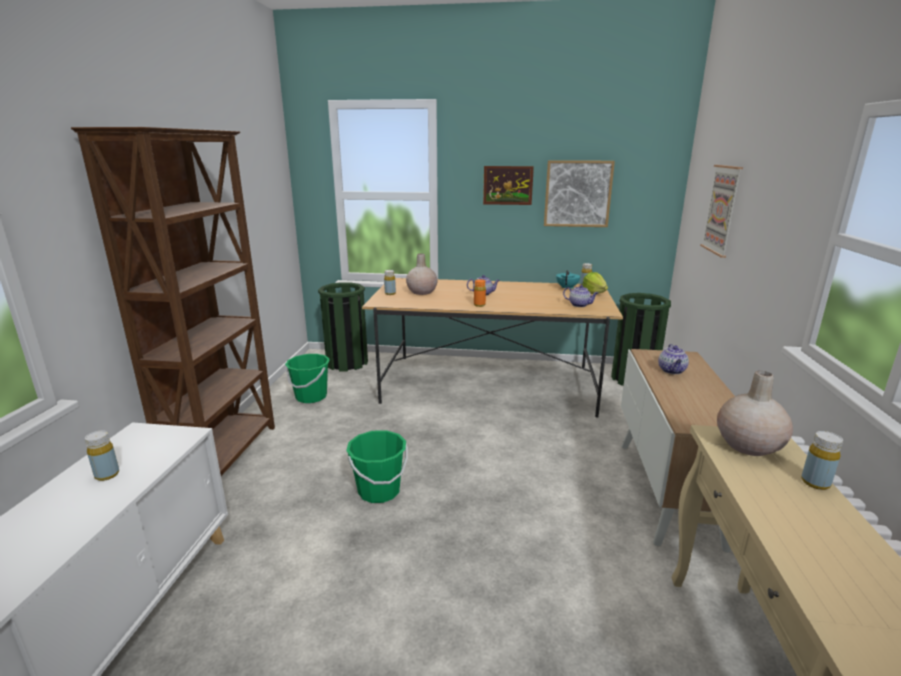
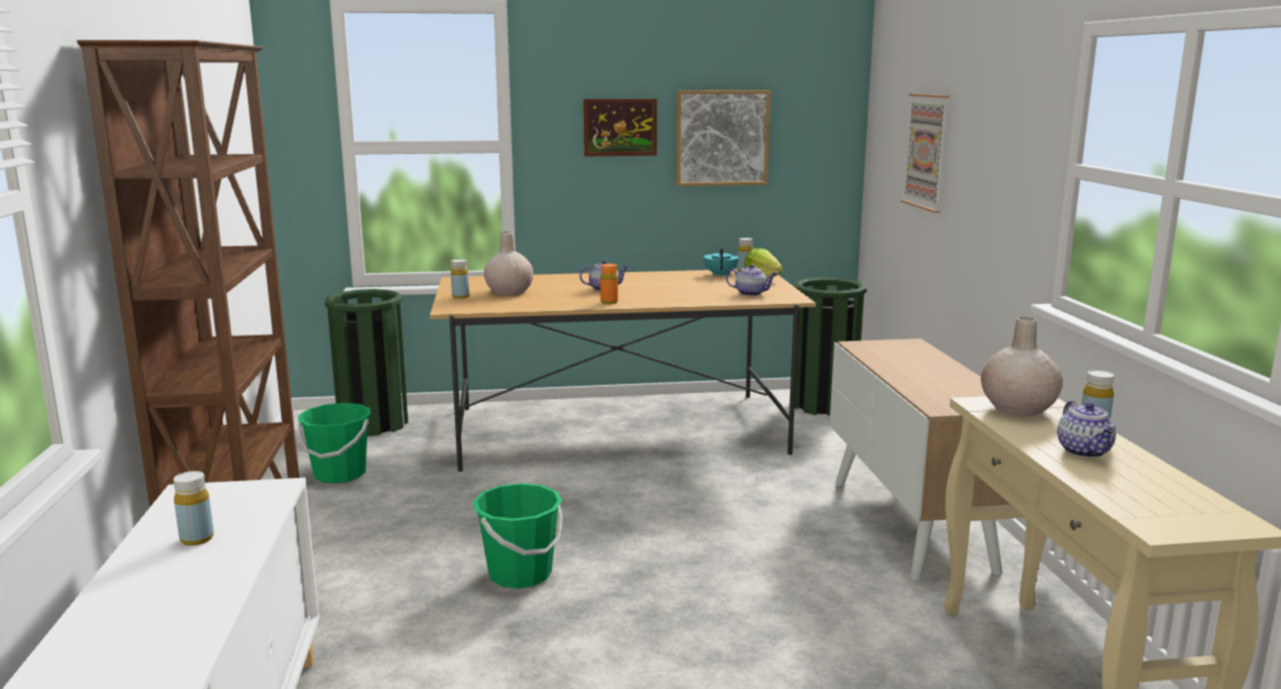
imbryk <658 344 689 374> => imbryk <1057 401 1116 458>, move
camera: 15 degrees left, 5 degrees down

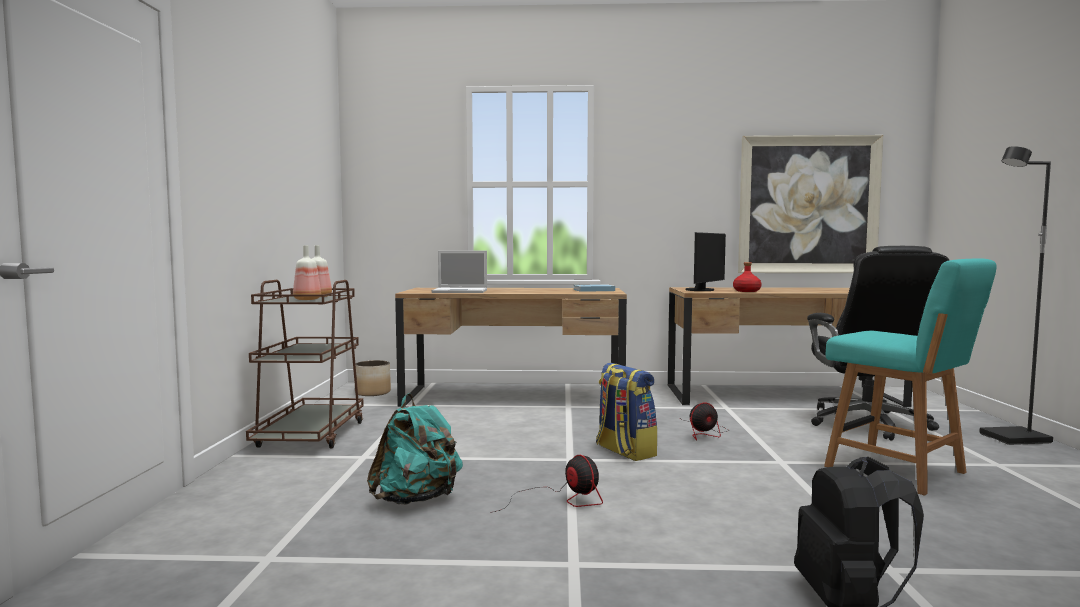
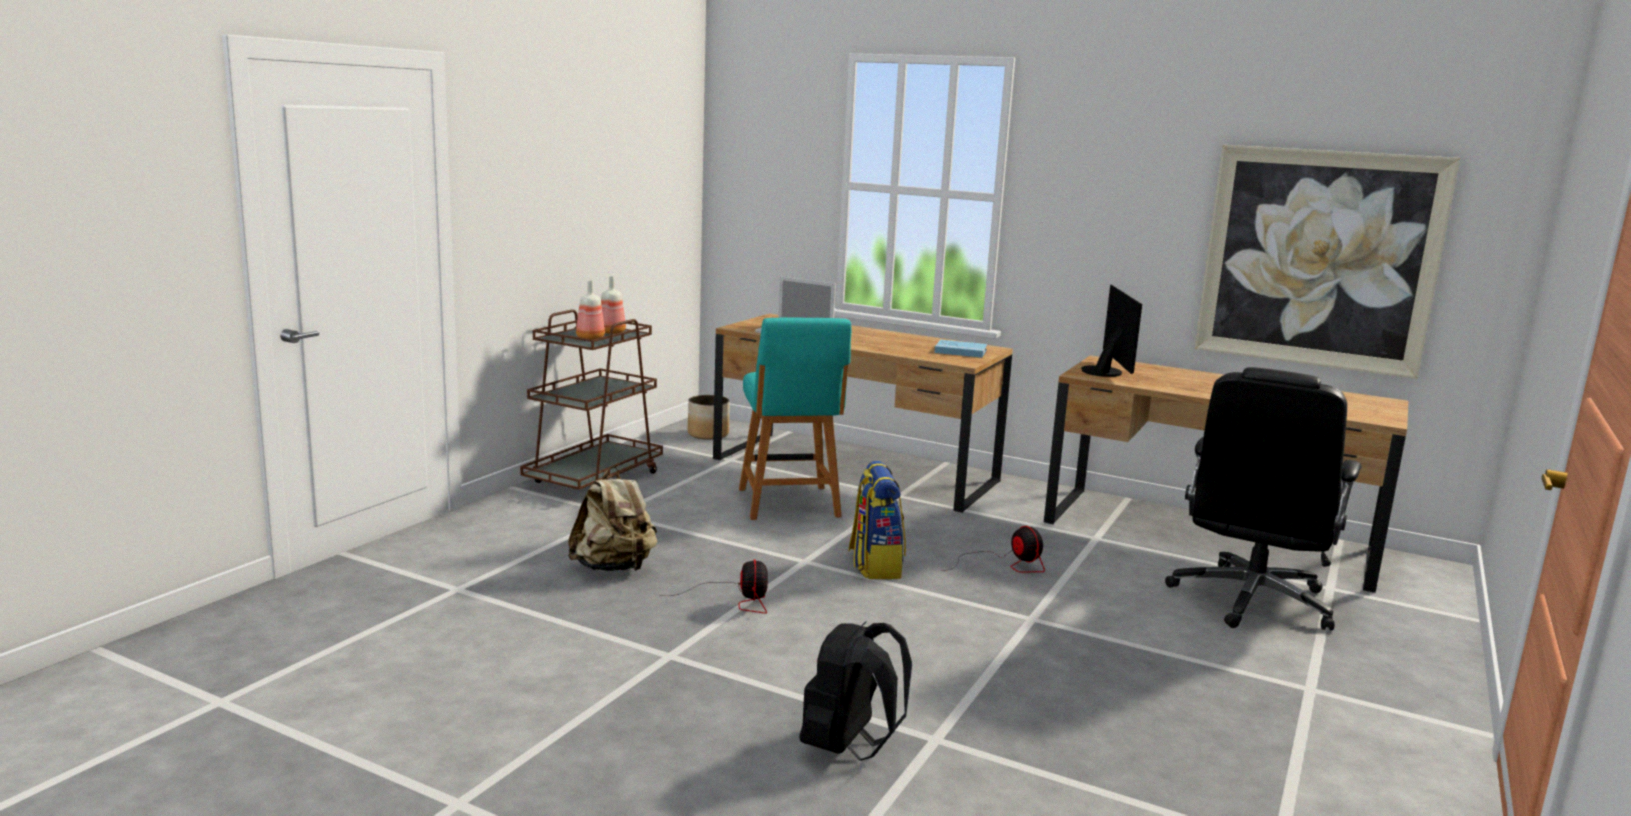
plecak [turkusowy] <367 393 463 505> => plecak [beżowy] <568 466 657 571>
krzesło [turkusowy] <824 258 997 495> => krzesło [turkusowy] <739 318 851 520>, move
wentylator <682 403 727 440> => wentylator <943 526 1045 573>, 120 degrees counterclockwise
monitor <685 232 726 291> => monitor <1081 284 1142 377>, 60 degrees counterclockwise
butelka [czerwony] <733 262 762 292> => nothing
lampa stojąca [czarny] <979 146 1053 445> => nothing
camera: 25 degrees right, 10 degrees up

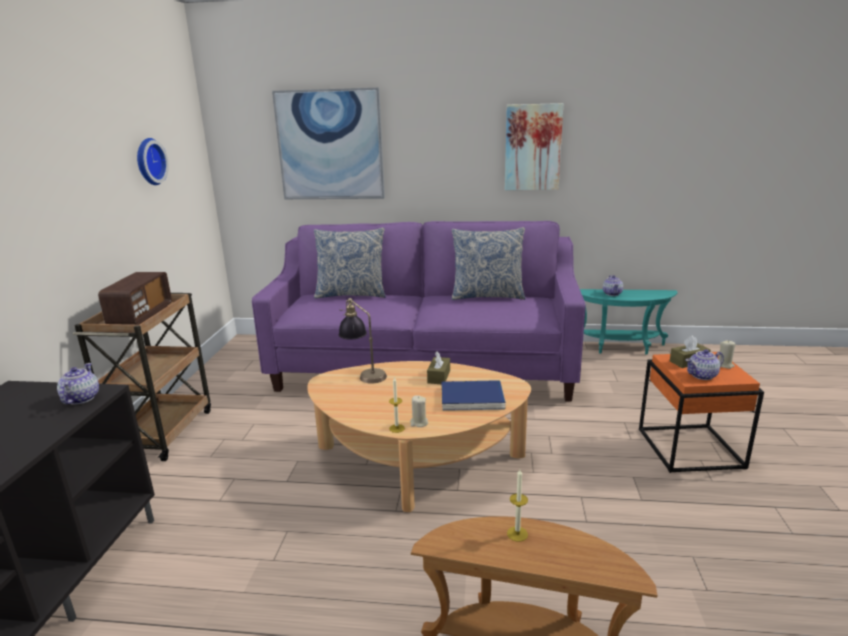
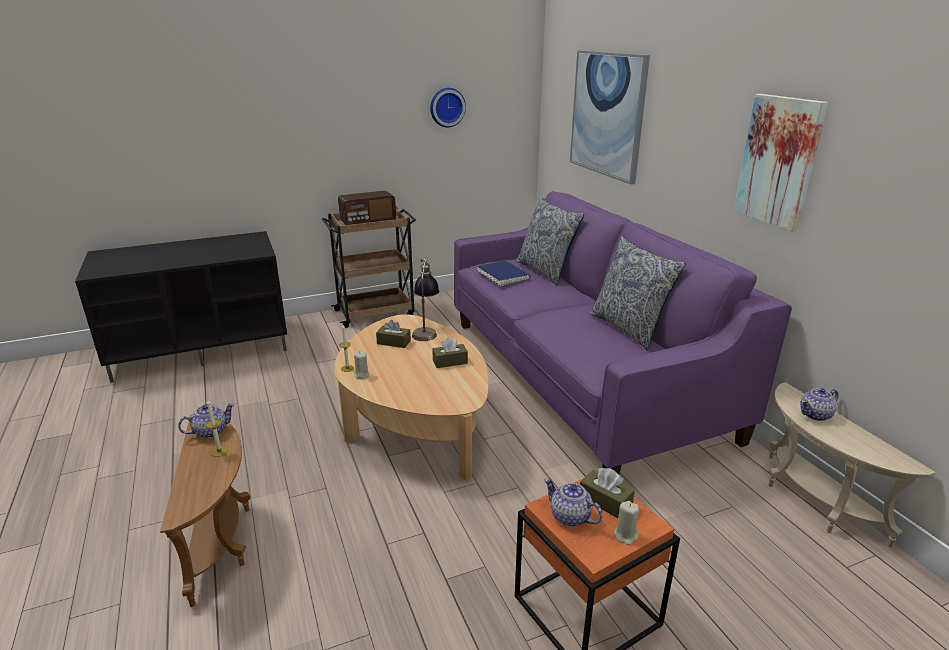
imbryk <57 363 99 404> => imbryk <178 403 235 438>, move
nothing => pudełko chusteczek [brązowy] <376 320 411 348>
książka [niebieski] <441 380 506 411> => książka [niebieski] <477 260 531 286>, move
stolik [turkusowy] <580 289 678 355> => stolik [beżowy] <769 382 936 547>
camera: 60 degrees right, 5 degrees up

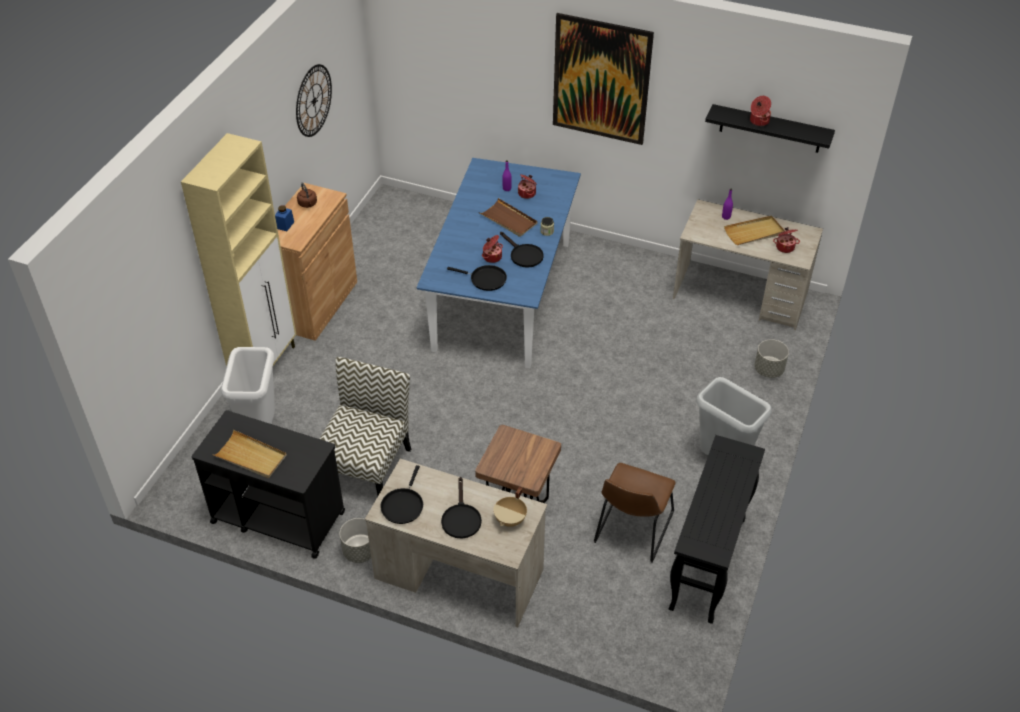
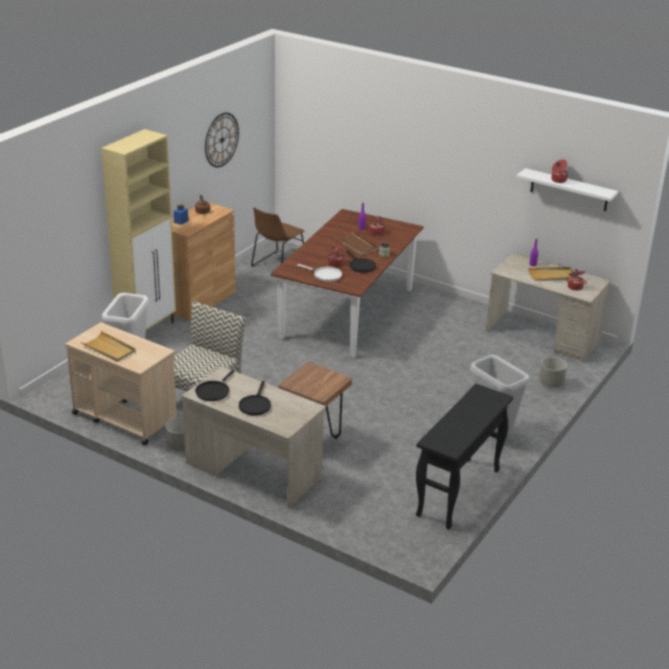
wózek [czarny] <191 410 345 559> => wózek [beżowy] <65 322 177 445>
krzesło [brązowy] <594 463 676 562> => krzesło [brązowy] <251 207 305 267>, move
stół jadalny [niebieski] <417 158 581 368> => stół jadalny [brązowy] <270 209 424 358>
patelnia [czarny] <447 265 507 291> => patelnia [biały] <297 264 342 282>
półka [czarny] <705 104 835 153> => półka [biały] <516 168 618 211>
garnek [beżowy] <493 487 527 527> => nothing
obraz <553 13 654 145> => nothing
camera: 10 degrees right, 15 degrees down

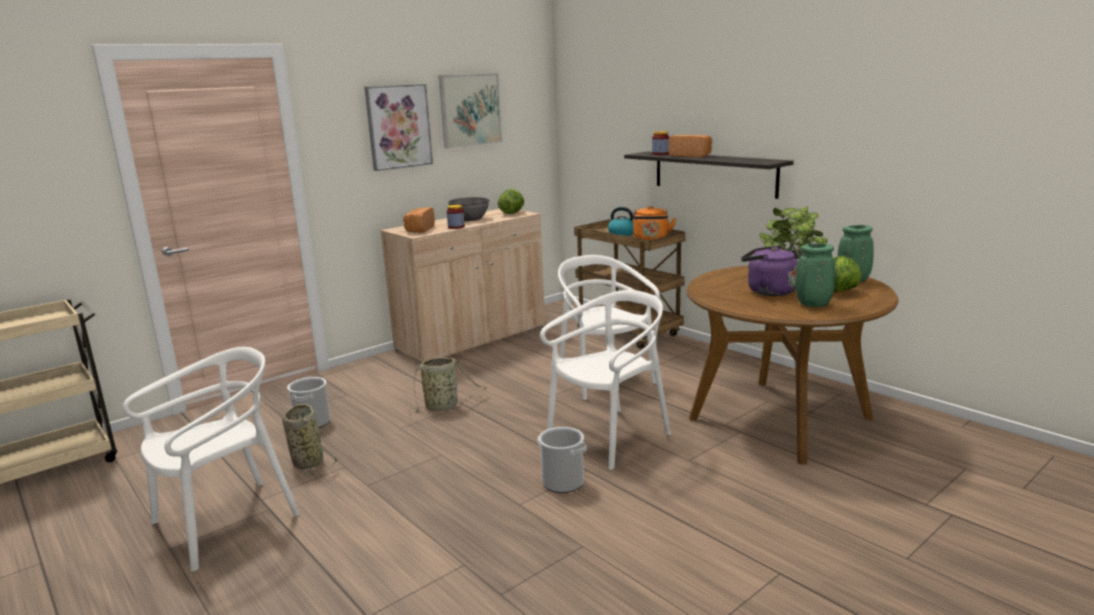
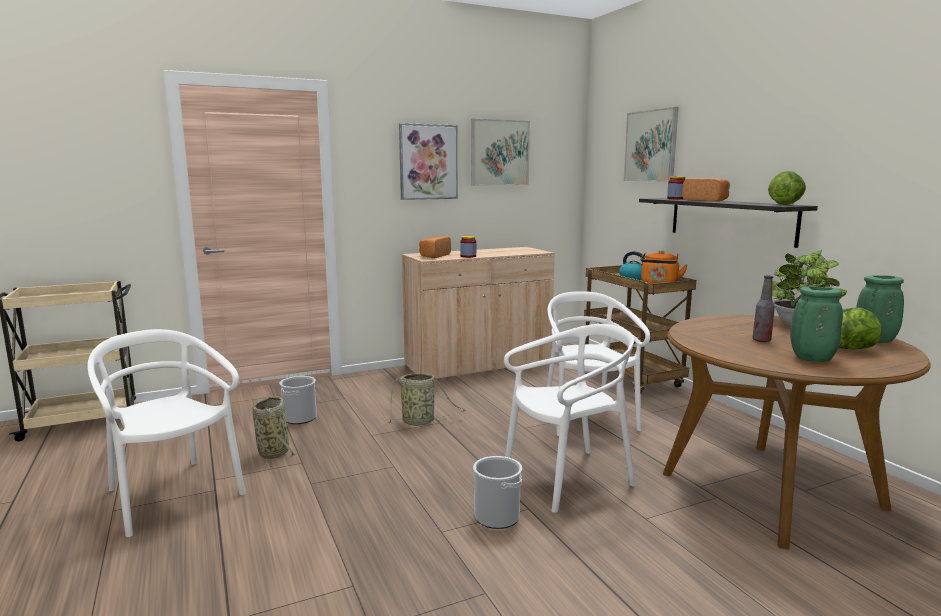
krzesło [biały] <123 347 300 572> => krzesło [biały] <87 329 246 537>, 105 degrees counterclockwise
nothing => obraz <623 107 678 182>
czajnik [fioletowy] <741 245 798 296> => butelka <753 276 775 342>
sałata <498 189 524 214> => sałata <768 171 806 205>, move
miska [szary] <448 197 489 221> => nothing
camera: 15 degrees right, 5 degrees down

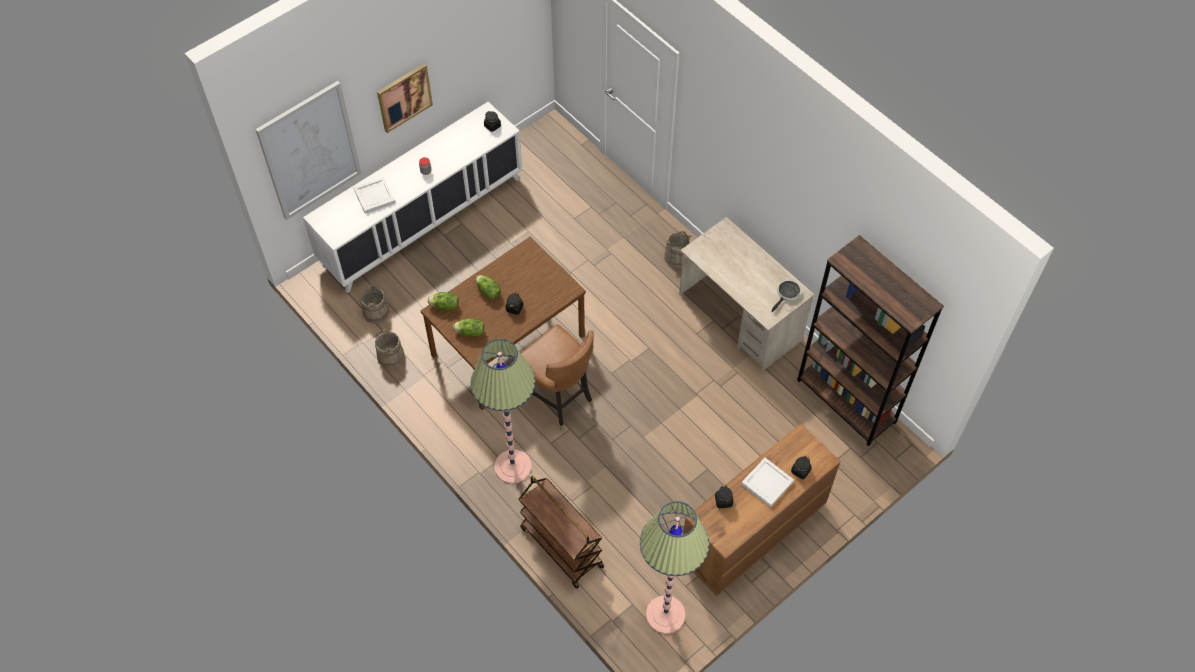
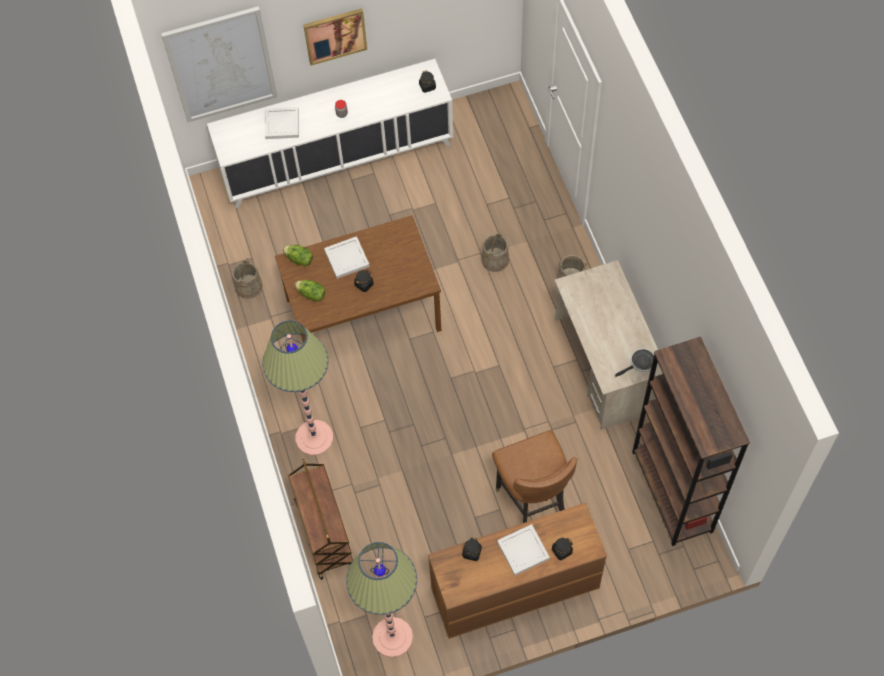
sałata <476 275 501 299> => taca [biały] <324 236 370 279>
wiadro [beżowy] <361 284 389 324> => wiadro [beżowy] <481 232 509 272>, move
krzesło [brązowy] <514 324 594 431> => krzesło [brązowy] <492 430 577 523>, move
camera: 25 degrees right, 5 degrees up

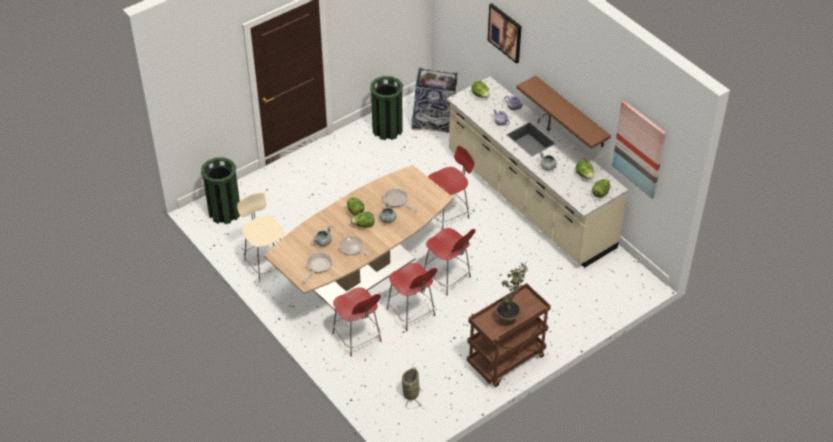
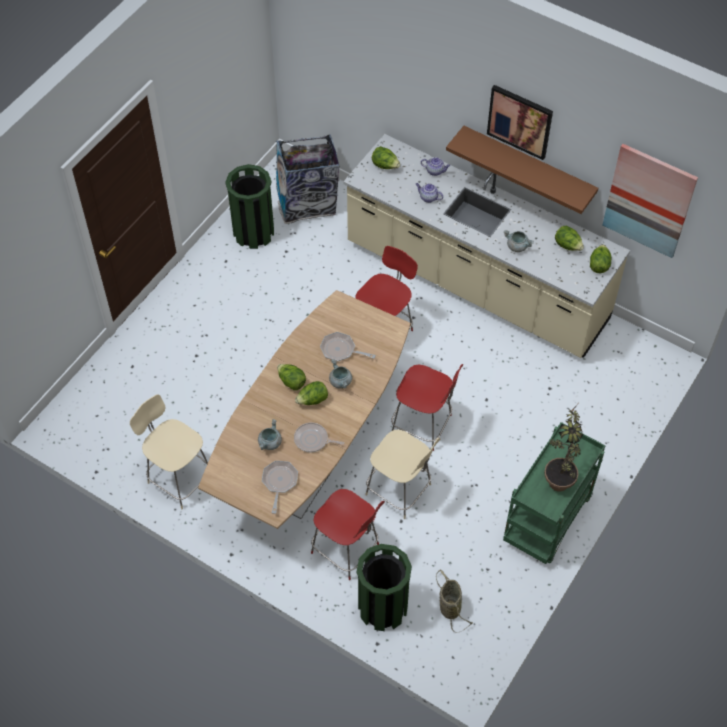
kosz na śmieci [zielony] <201 157 240 224> => kosz na śmieci [zielony] <357 544 412 631>, move
krzesło [czerwony] <387 263 437 331> => krzesło [beżowy] <365 430 441 519>
obraz <488 3 522 64> => obraz <487 85 553 160>, move
wózek [brązowy] <467 283 551 387> => wózek [zielony] <503 422 606 564>
camera: 20 degrees left, 10 degrees up

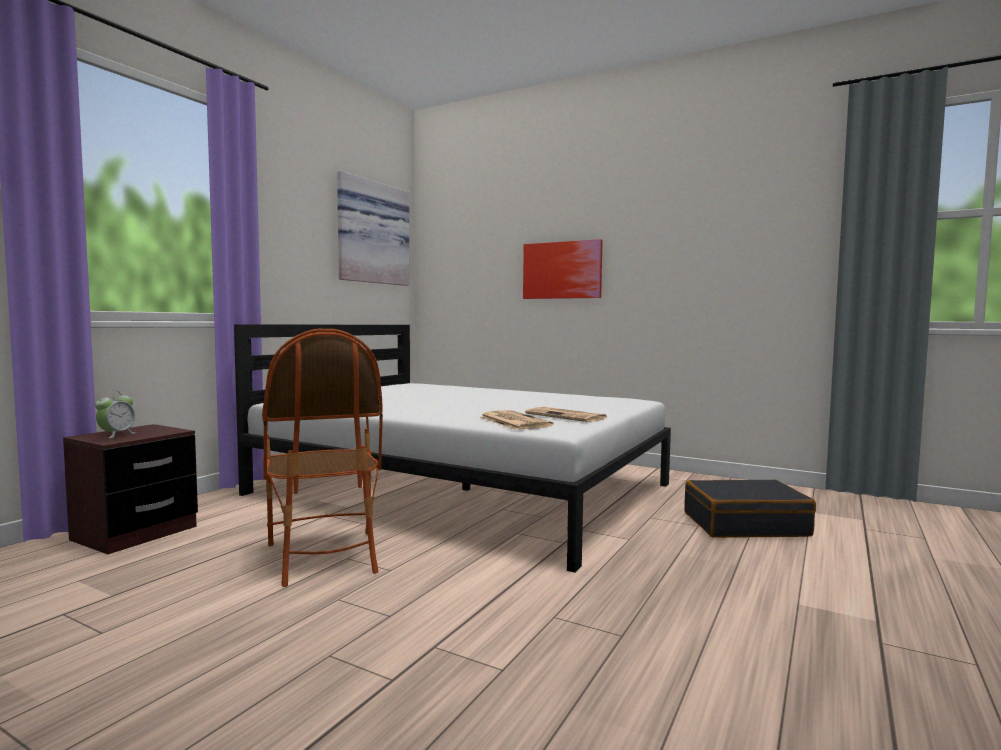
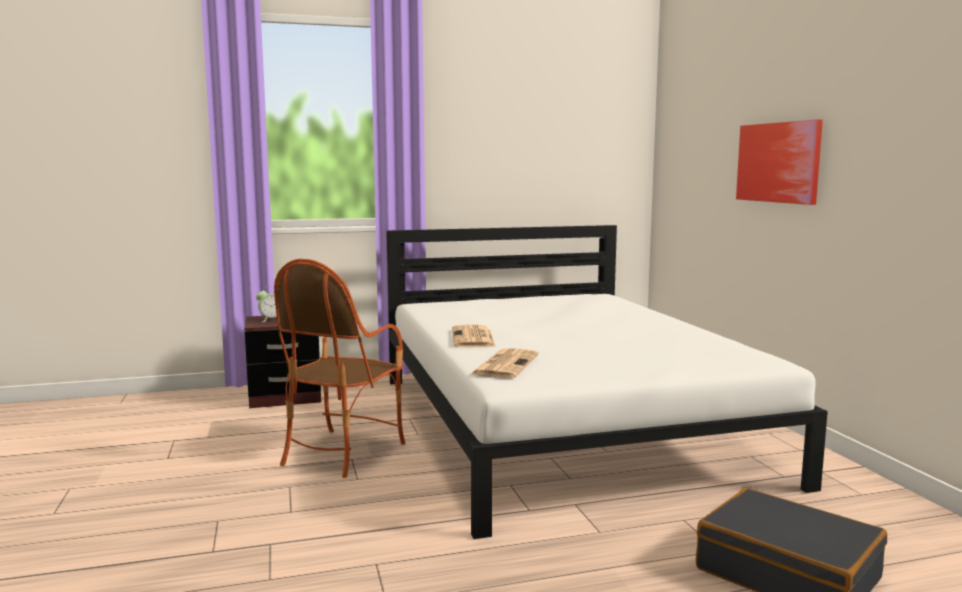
gazeta <525 407 607 422> => gazeta <452 325 496 347>, move
obraz <337 171 409 286> => nothing
camera: 45 degrees right, 5 degrees up

